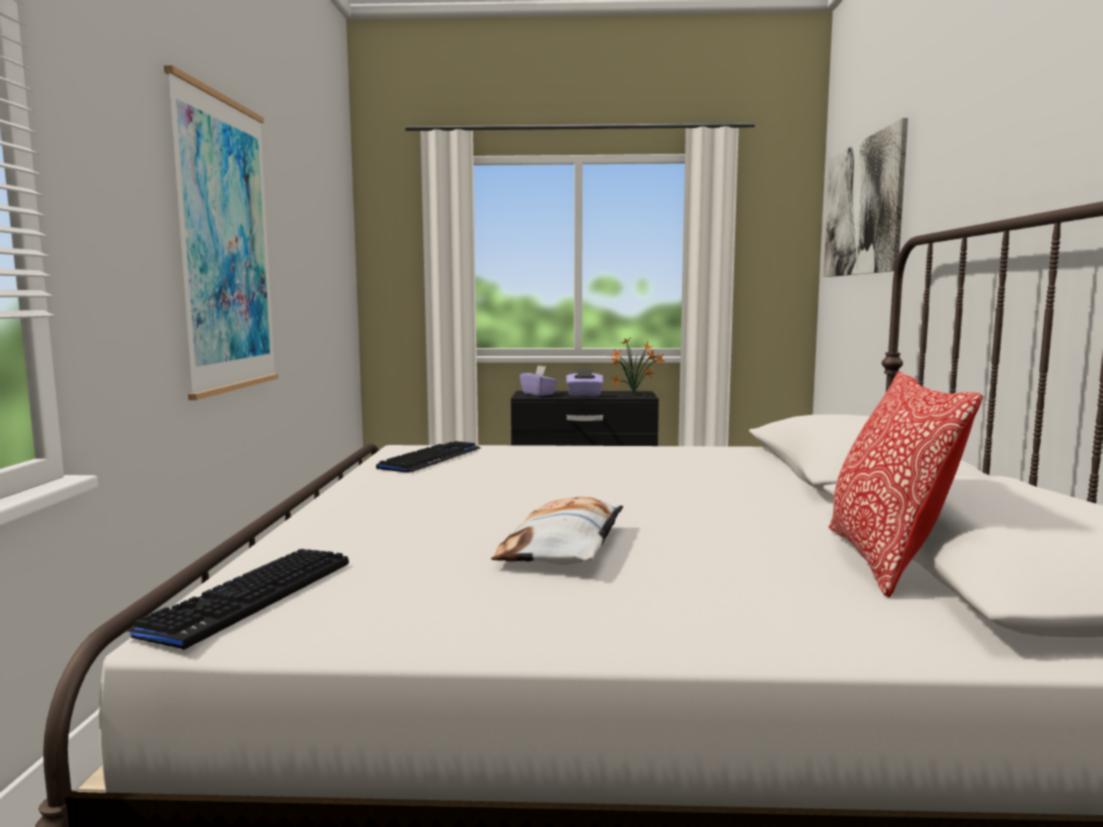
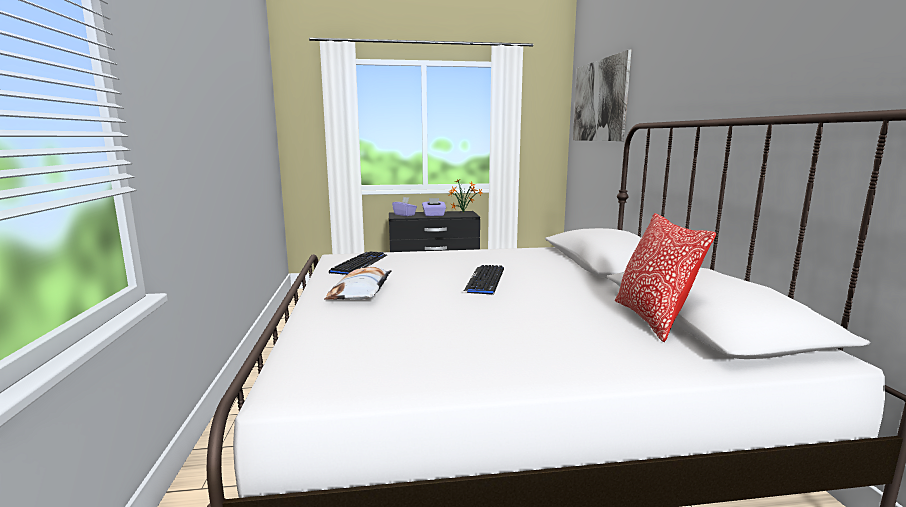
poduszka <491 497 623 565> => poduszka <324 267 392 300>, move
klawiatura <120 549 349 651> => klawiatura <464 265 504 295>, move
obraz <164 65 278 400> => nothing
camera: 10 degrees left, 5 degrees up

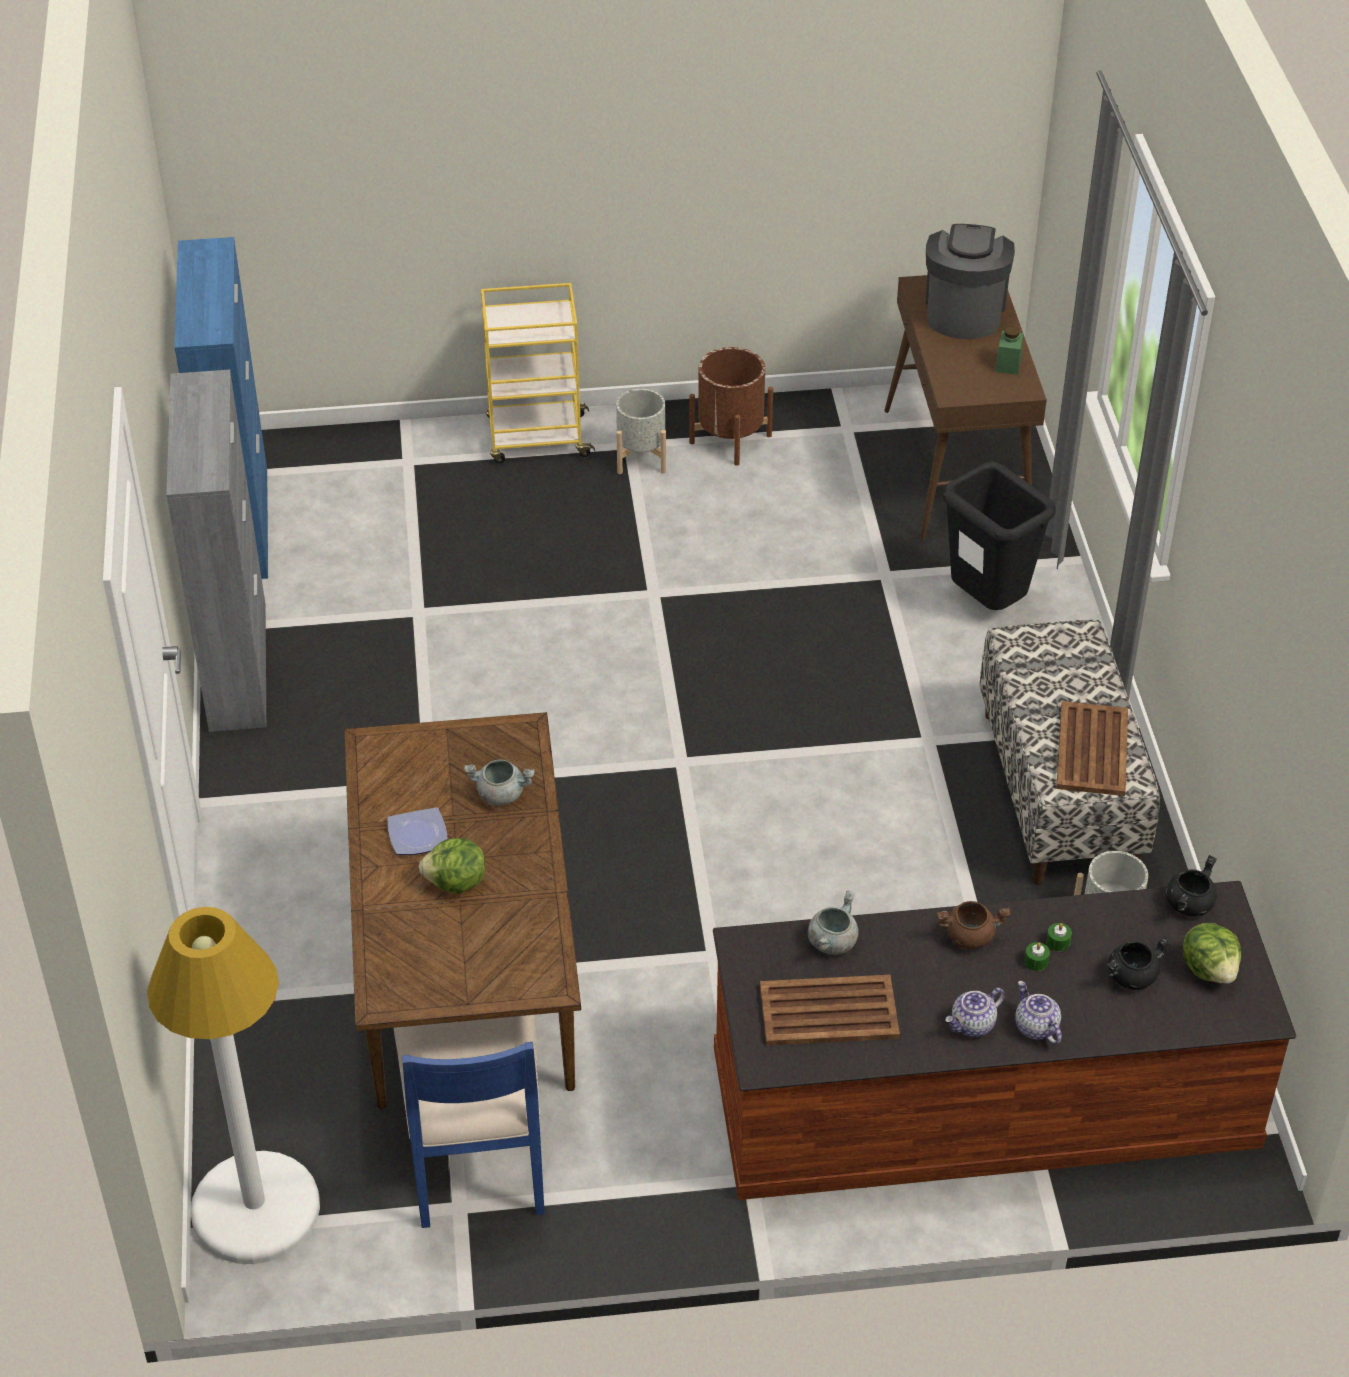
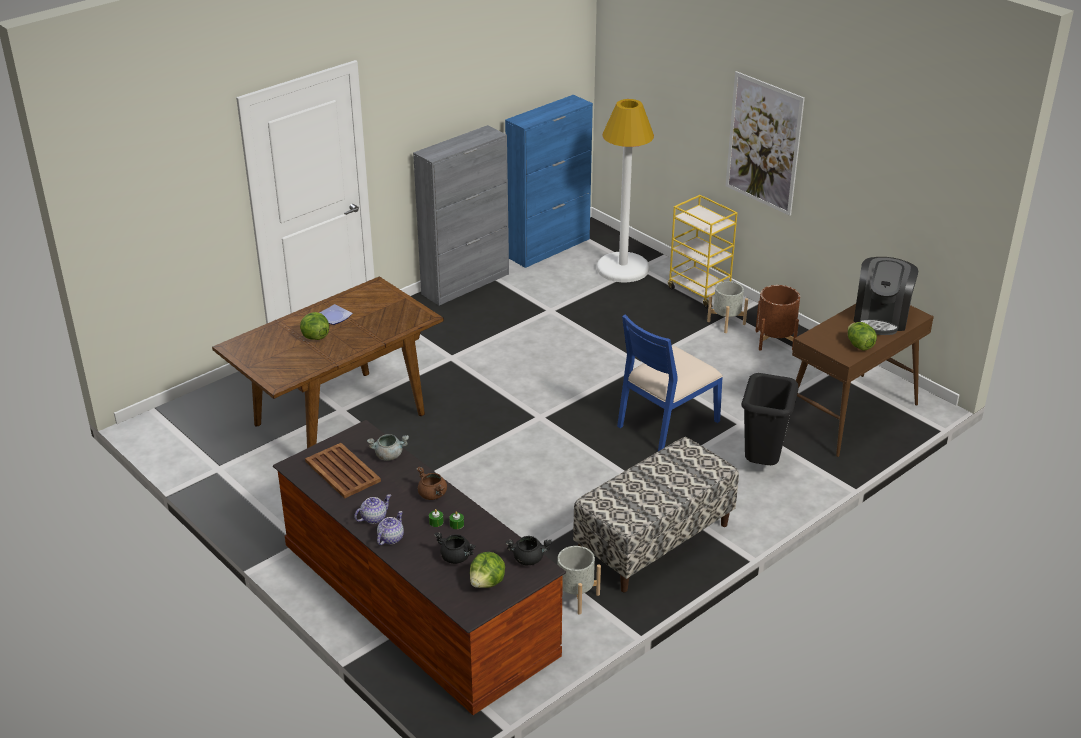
imbryk <945 988 1005 1037> => imbryk <354 494 391 524>, 120 degrees clockwise
lampa stojąca [biały] <147 907 320 1264> => lampa stojąca [biały] <597 99 654 282>, move
krzesło [niebieski] <394 1015 545 1228> => krzesło [niebieski] <617 314 723 451>, move
nothing => obraz <726 71 805 216>
słoik [zielony] <995 326 1024 375> => sałata <848 322 877 351>
ekspres do kawy <926 224 1015 339> => ekspres do kawy <854 257 918 335>, 135 degrees clockwise
garnek [szary] <464 760 535 805> => nothing
taca [brązowy] <1056 701 1128 796> => nothing
camera: 55 degrees right, 10 degrees down

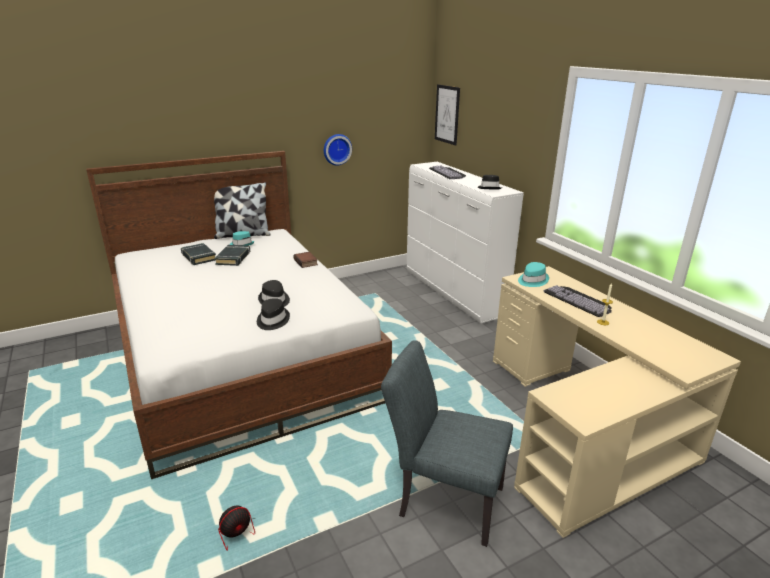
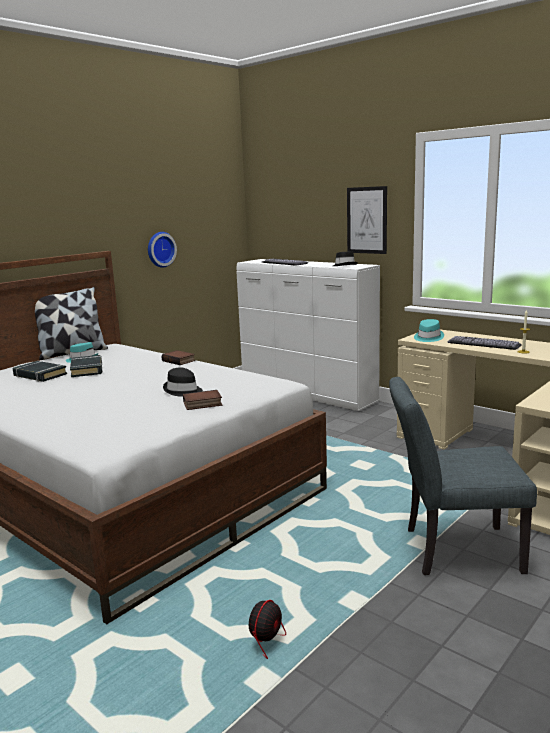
kapelusz [czarny] <257 298 290 330> => książka <183 390 222 410>
obraz <435 84 460 145> => obraz <347 186 387 254>, move
camera: 20 degrees left, 10 degrees down

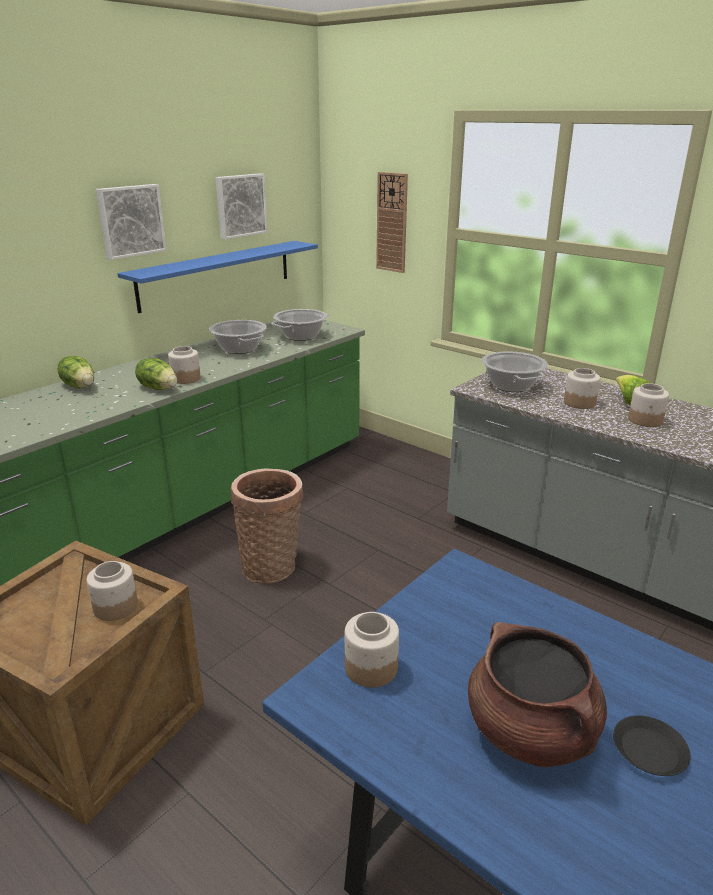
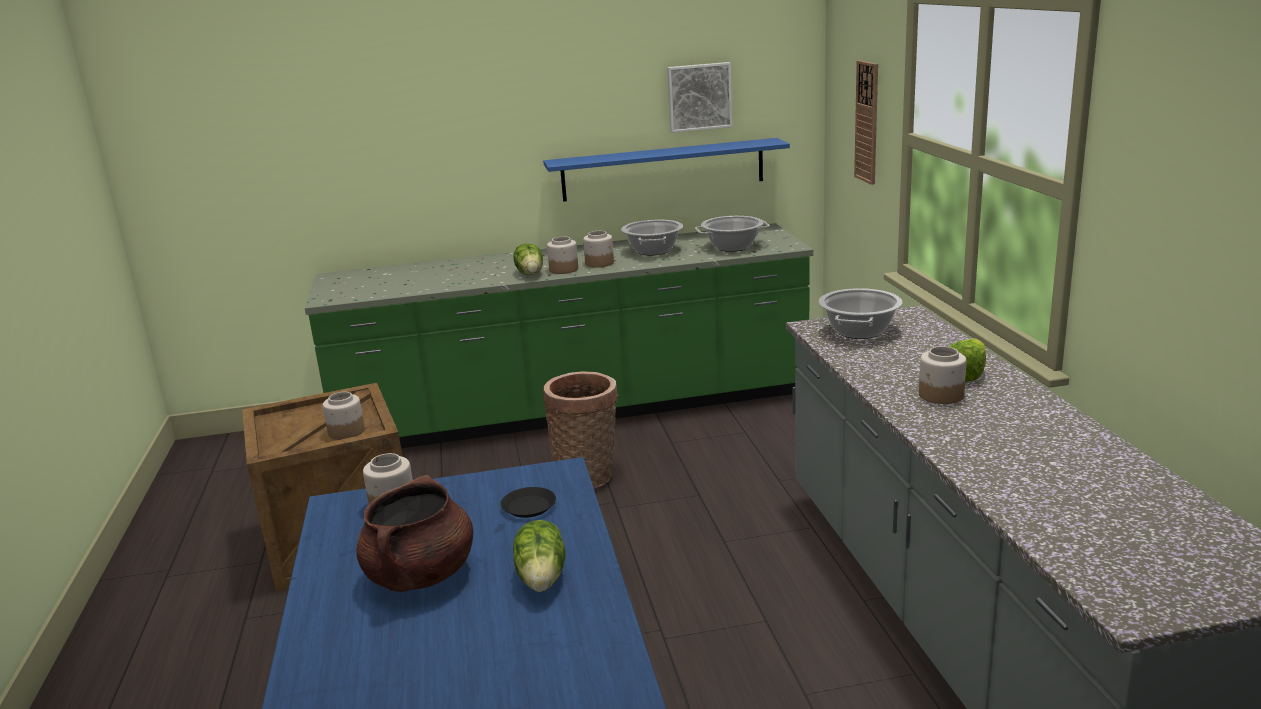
talerz [czarny] <613 715 691 776> => talerz [czarny] <501 487 556 518>, move
sałata <57 356 94 388> => sałata <513 520 565 592>, move
słoik <564 368 600 409> => słoik <583 231 614 268>, move
obraz <96 184 167 260> => nothing
camera: 40 degrees right, 5 degrees down

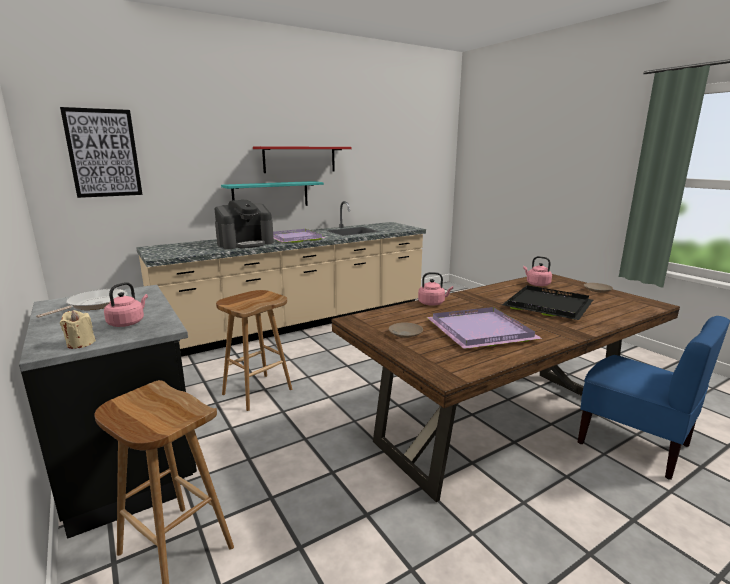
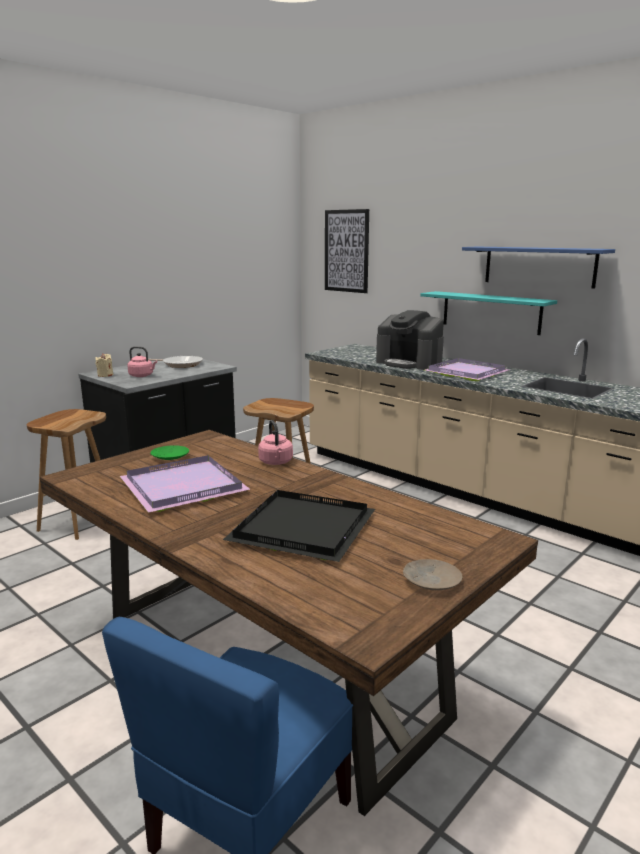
talerz [beżowy] <389 322 423 338> => talerz [zielony] <150 445 189 460>
półka [czerwony] <253 146 352 173> => półka [niebieski] <462 247 615 289>
czajnik [różowy] <523 256 552 286> => nothing
camera: 75 degrees right, 0 degrees up

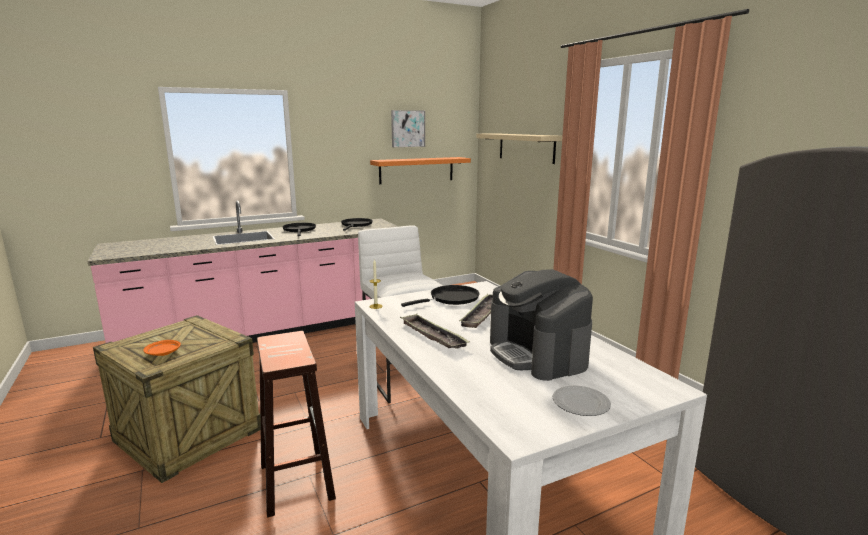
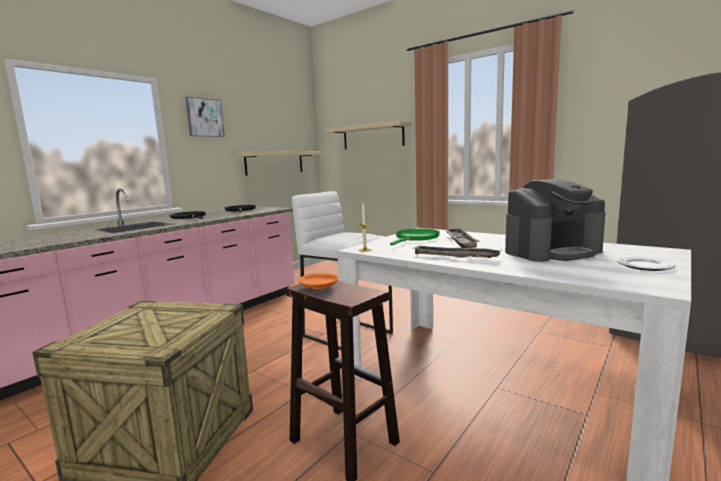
obraz <391 110 425 147> => obraz <185 96 225 137>, move
półka [pomarańczowy] <370 157 471 184> => półka [beżowy] <236 151 320 176>
talerz [pomarańczowy] <143 340 181 356> => talerz [pomarańczowy] <298 274 339 289>, move
patelnia [czarny] <401 285 480 307> => patelnia [zielony] <390 229 440 245>
ekspres do kawy <490 269 593 381> => ekspres do kawy <505 179 606 262>, 60 degrees counterclockwise
camera: 25 degrees left, 5 degrees down

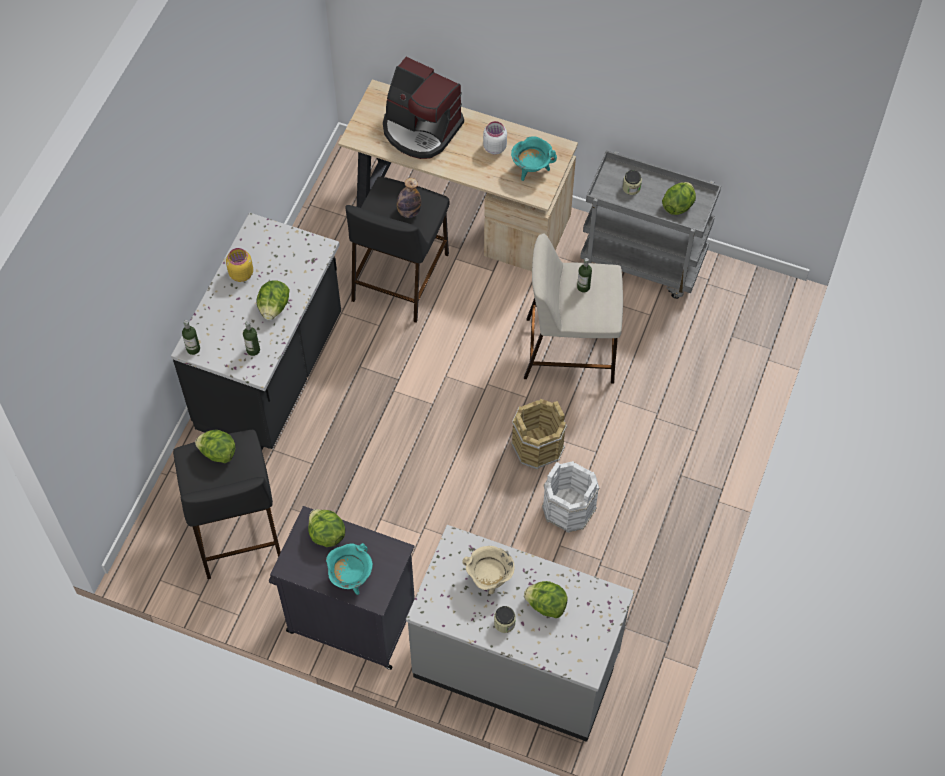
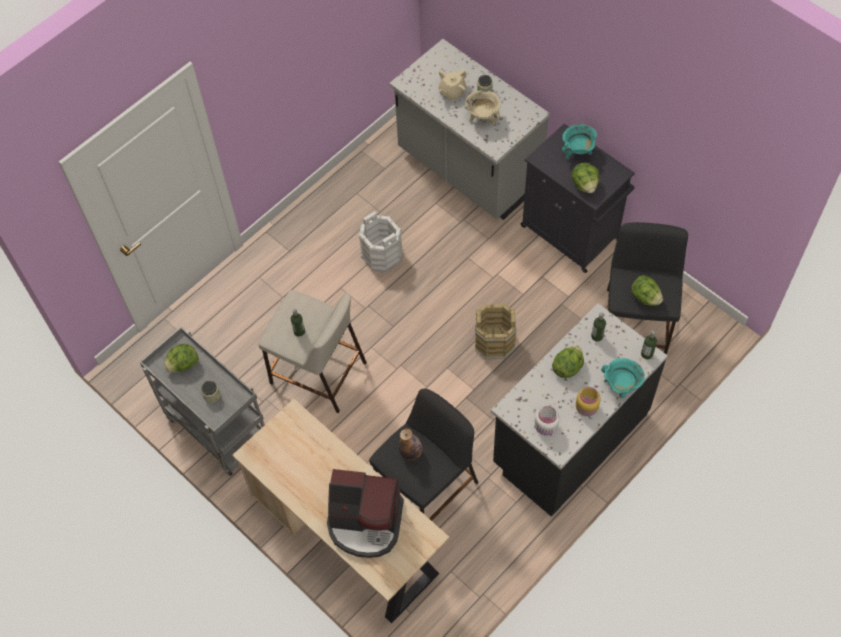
ekspres do kawy <383 57 464 159> => ekspres do kawy <327 469 404 558>, 135 degrees clockwise
sałata <524 581 568 618> => imbryk [beżowy] <439 69 467 101>
wiadro [brązowy] <511 399 567 470> => wiadro [brązowy] <475 304 517 359>, move
słoik [biały] <483 121 507 154> => słoik [biały] <535 406 559 435>, move
garnek [turkusowy] <511 136 557 181> => garnek [turkusowy] <601 358 645 398>, move
camera: 155 degrees left, 0 degrees up

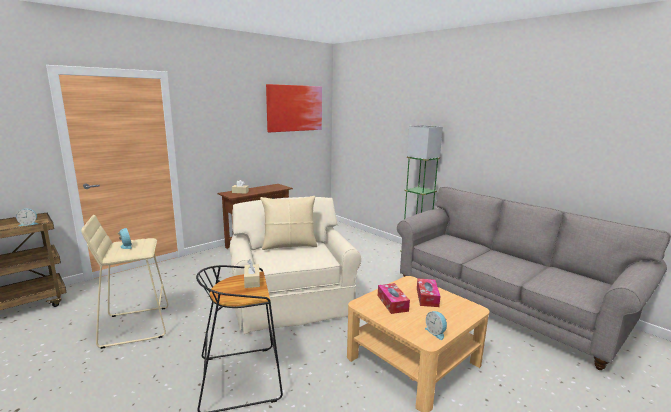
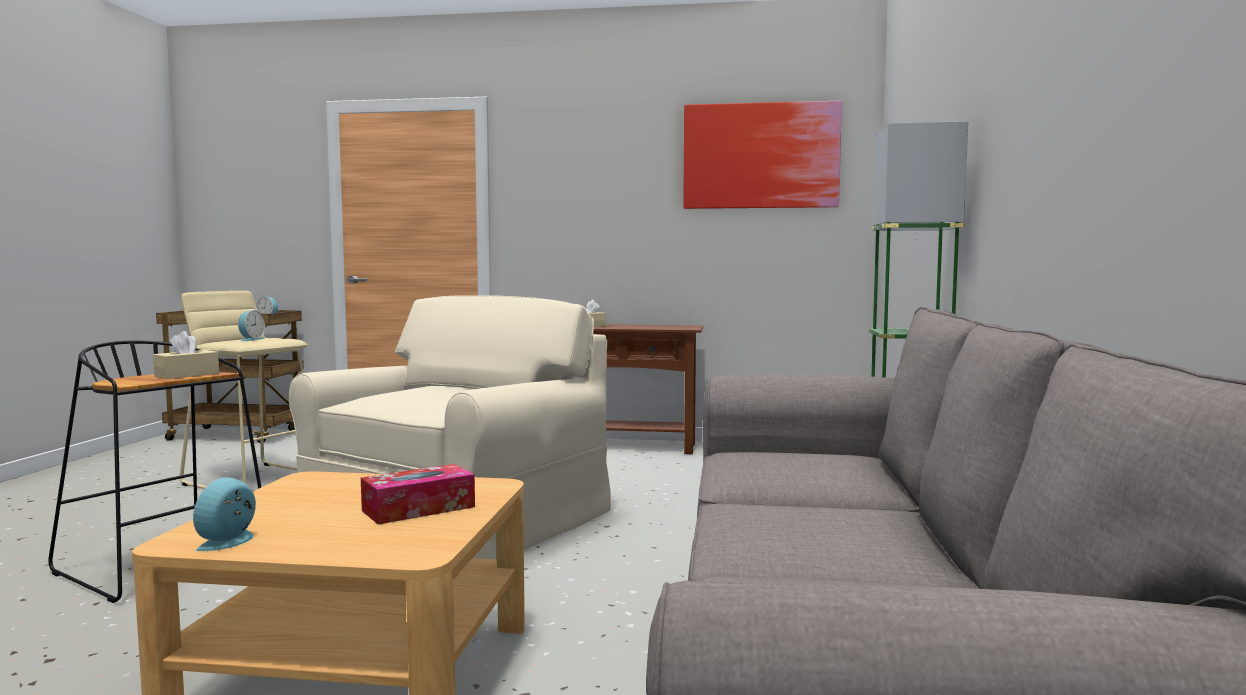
poduszka [beżowy] <260 196 317 250> => nothing
pudełko chusteczek <378 283 410 314> => nothing
camera: 50 degrees right, 10 degrees down

